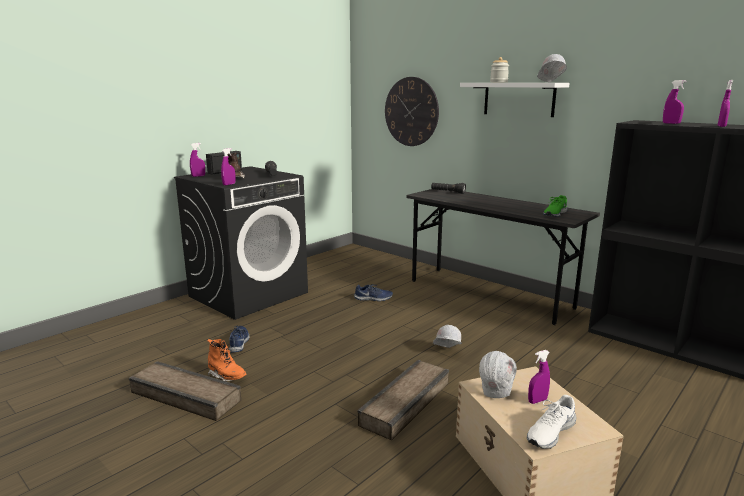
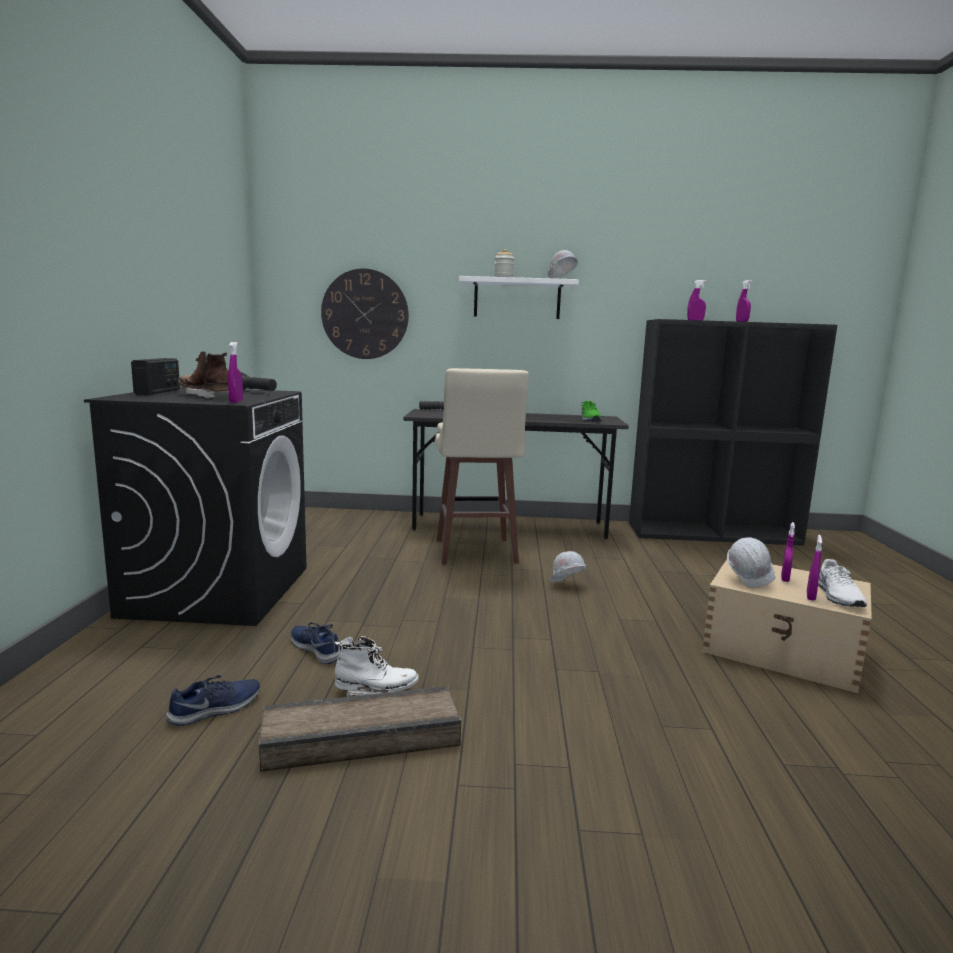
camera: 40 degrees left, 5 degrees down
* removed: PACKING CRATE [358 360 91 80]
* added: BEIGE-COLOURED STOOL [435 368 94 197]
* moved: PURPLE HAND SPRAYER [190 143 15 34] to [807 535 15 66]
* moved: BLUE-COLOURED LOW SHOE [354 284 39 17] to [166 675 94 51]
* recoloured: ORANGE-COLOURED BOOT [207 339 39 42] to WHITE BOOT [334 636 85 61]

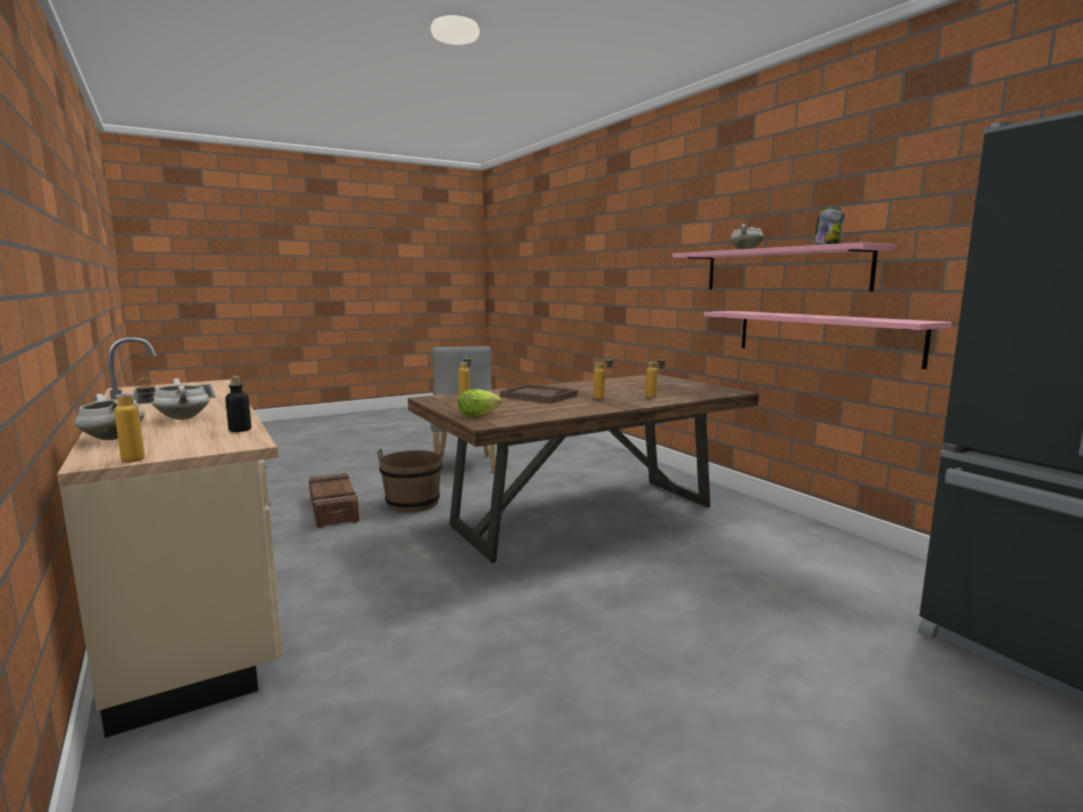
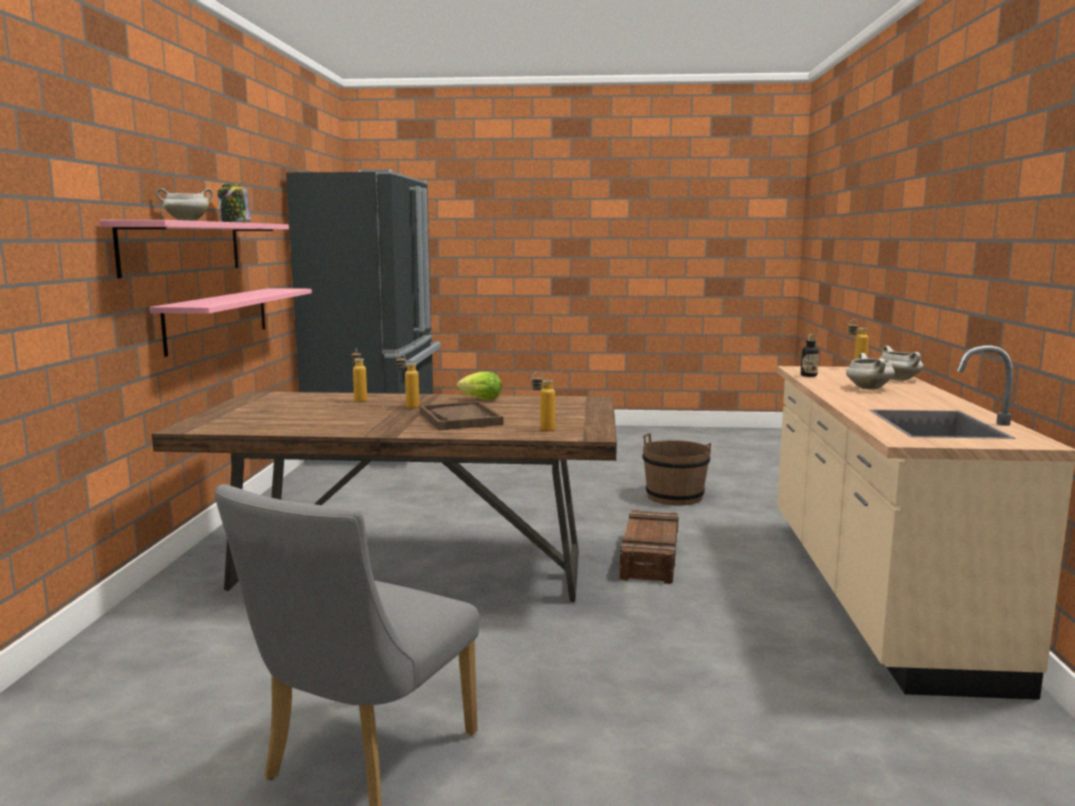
camera: 145 degrees left, 0 degrees up
* moved: PACKING CRATE [309 473 50 55] to [620 510 59 74]
* moved: BROWNISH BUCKET [377 448 66 64] to [642 433 69 72]
* moved: LETTUCE [458 389 43 27] to [457 372 45 28]

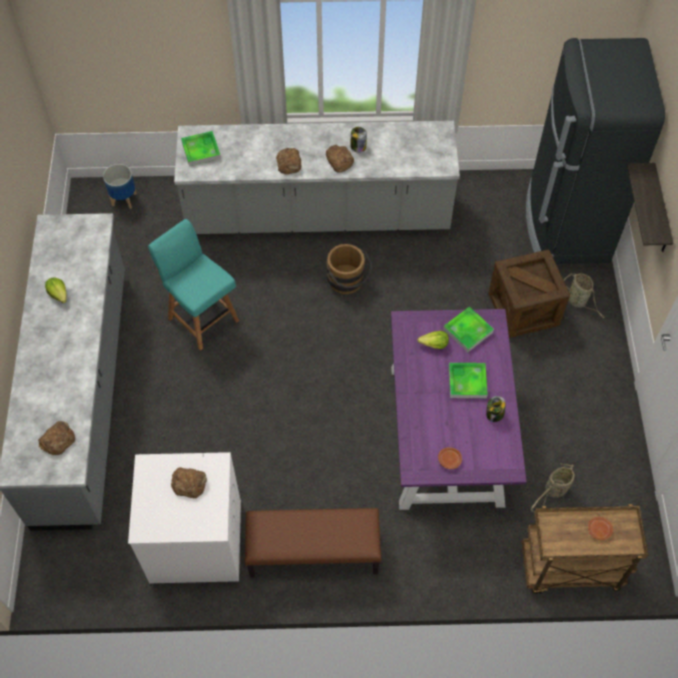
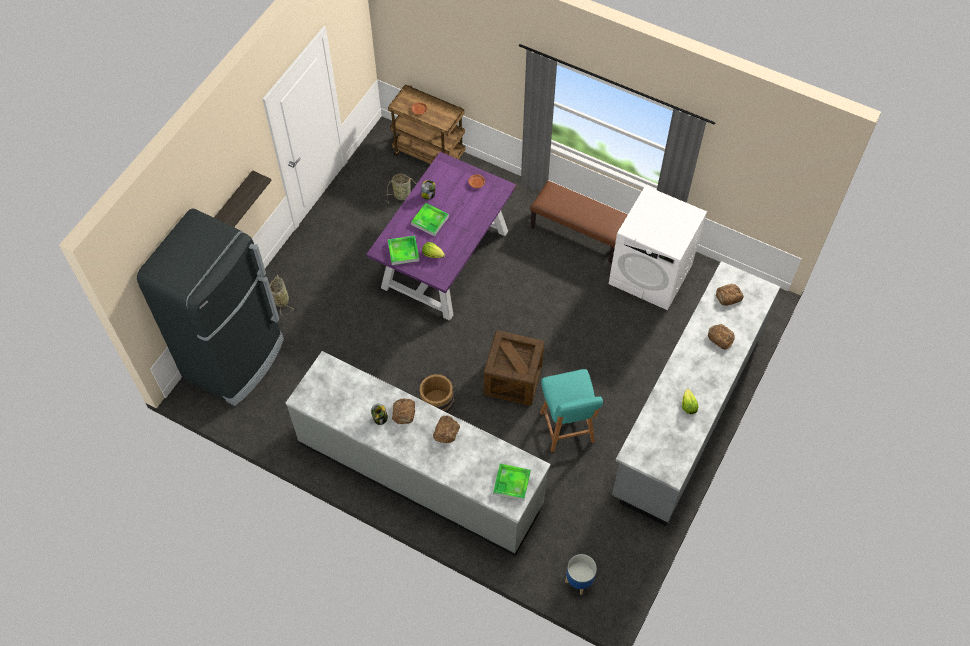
camera: 150 degrees left, 0 degrees up
* moved: BREAD [171 467 36 31] to [708 324 27 26]
* moved: PACKING CRATE [488 250 82 88] to [484 330 61 76]

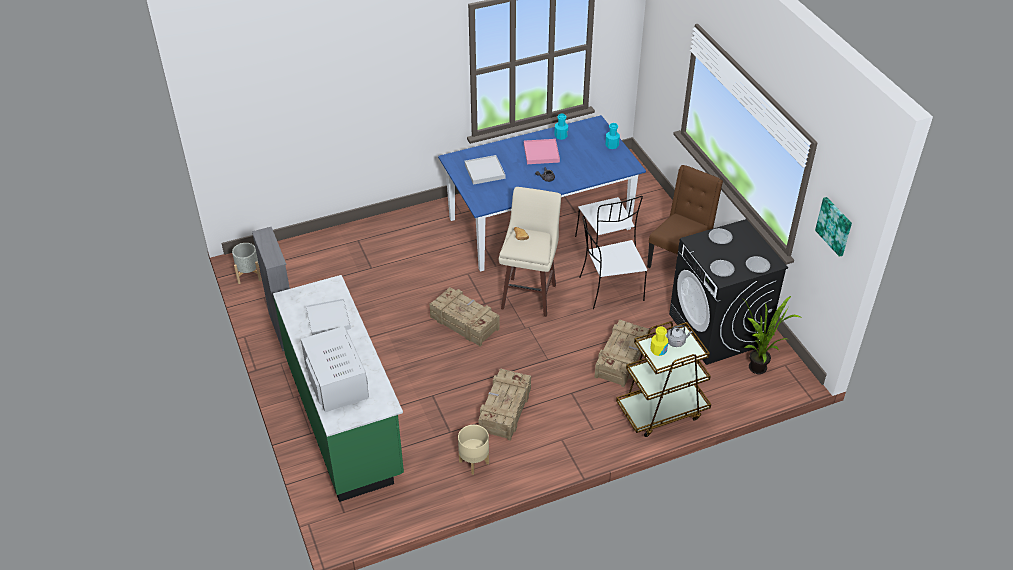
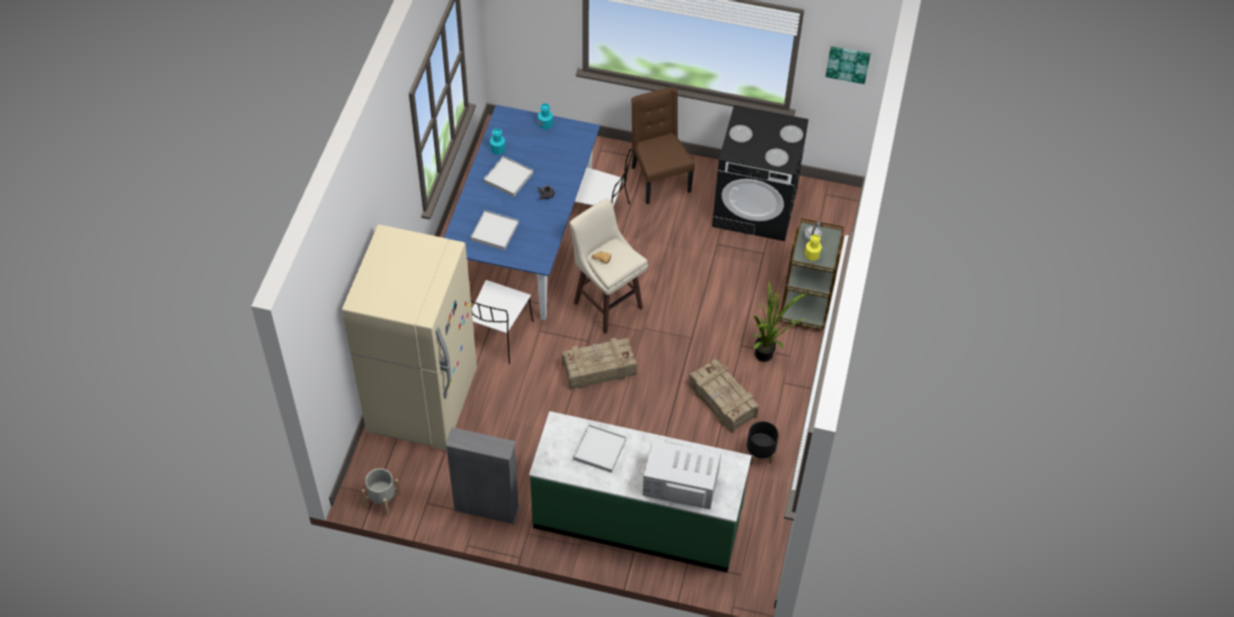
camera: 55 degrees left, 10 degrees up
* removed: PACKING CRATE [594 319 55 68]
* added: BEIGE-COLOURED FRIDGE [342 224 135 226]
* moved: WHITE PLAIN CHAIR [579 216 68 93] to [471 280 62 84]
* moved: POTTED PLANT [744 296 57 78] to [752 282 54 80]
* recoloured: BEIGE-COLOURED PLANTER [458 425 31 50] to BLACKISH PLANTER [747 421 32 44]
* recoloured: PINK TRAY [524 139 36 25] to WHITE TRAY [484 156 49 41]

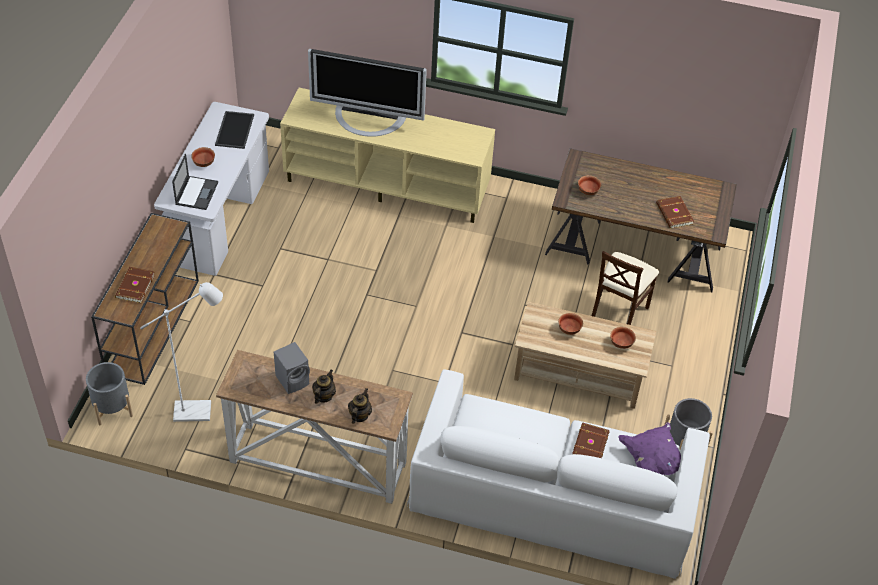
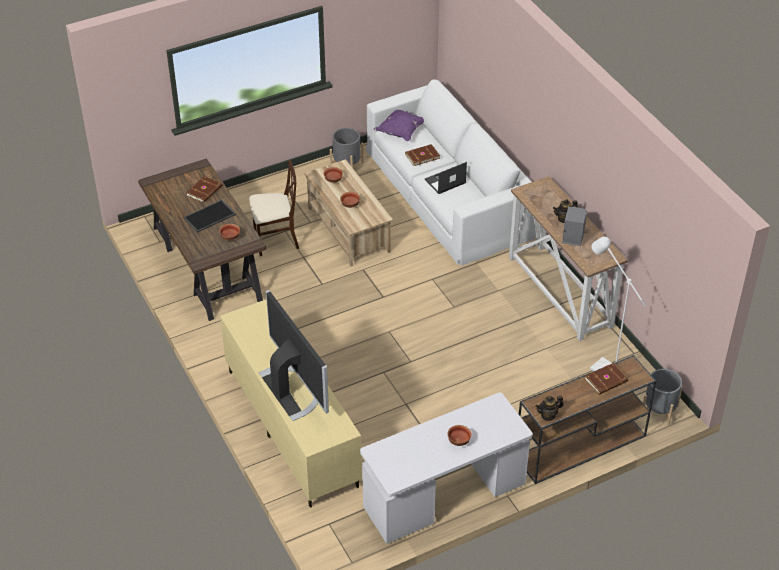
camera: 130 degrees left, 5 degrees down
* moved: NOTEBOOK COMPUTER [172 154 46 56] to [424 162 43 32]
* moved: TRAY [215 111 39 38] to [184 200 52 33]
* moved: POT FOR TEA [348 388 24 36] to [536 396 28 25]

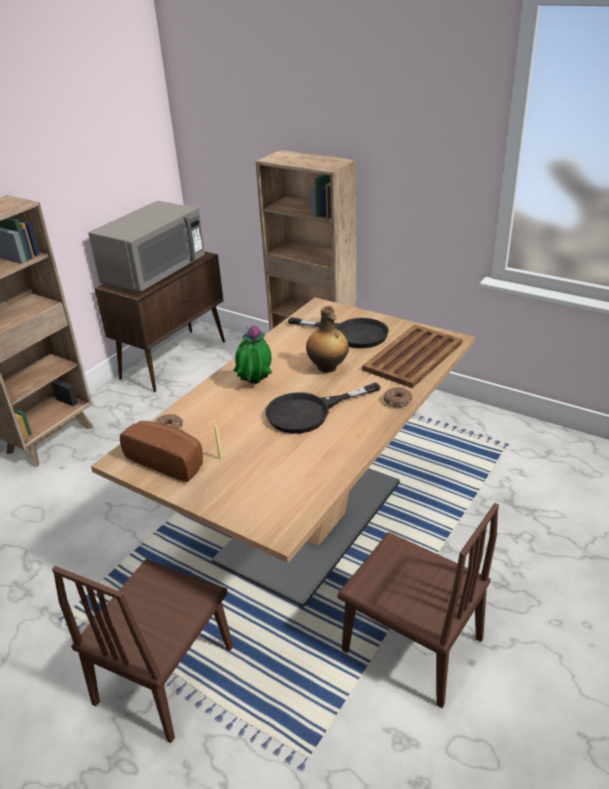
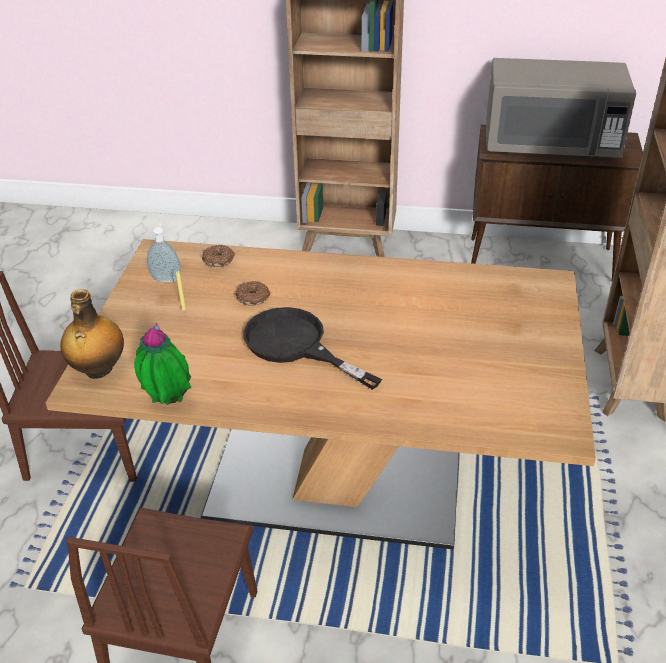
camera: 65 degrees right, 5 degrees up
* removed: BLACKISH FRYING PAN [288 317 101 31]
* removed: BROWNISH TRAY [362 325 100 63]
* moved: POTTED PLANT [233 325 39 59] to [134 323 57 82]
* moved: BOTTLE [306 306 43 67] to [60 289 64 90]
* moved: DONUT [384 387 28 20] to [235 281 35 24]
* replaced: BREAD [120 421 83 61] to SOAP DISPENSER [147 223 34 59]

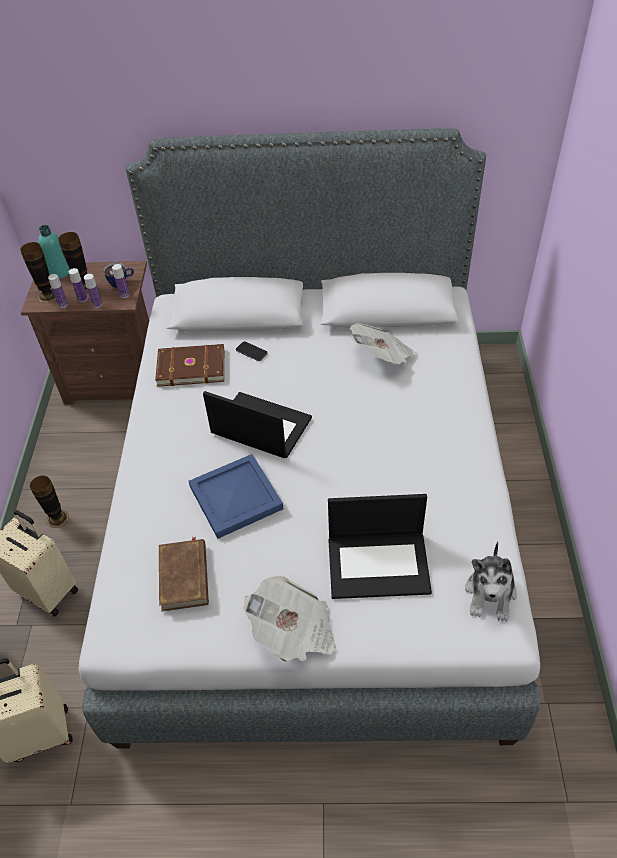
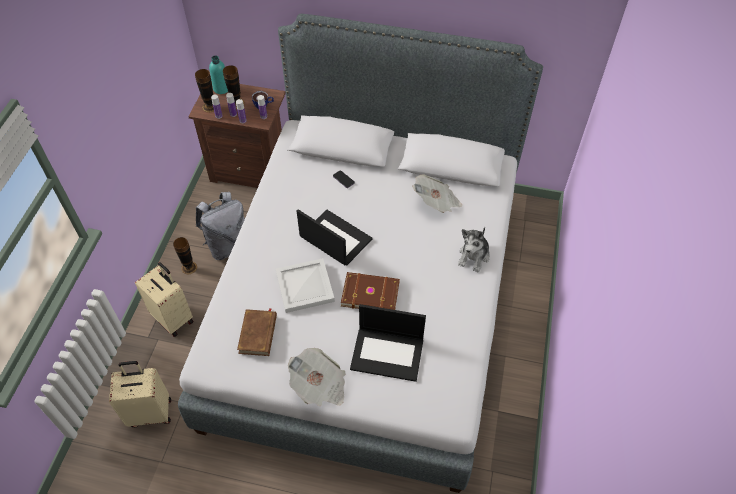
camera: 10 degrees right, 5 degrees up
* added: GRAY RUCKSACK [196 192 49 68]
* moved: BROWNISH VOLUME [155 344 69 43] to [341 272 59 38]
* moved: SOFT TOY [465 542 52 80] to [458 227 32 46]
* recoloured: BLUE-COLOURED TRAY [188 454 96 85] to WHITE TRAY [276 258 59 55]

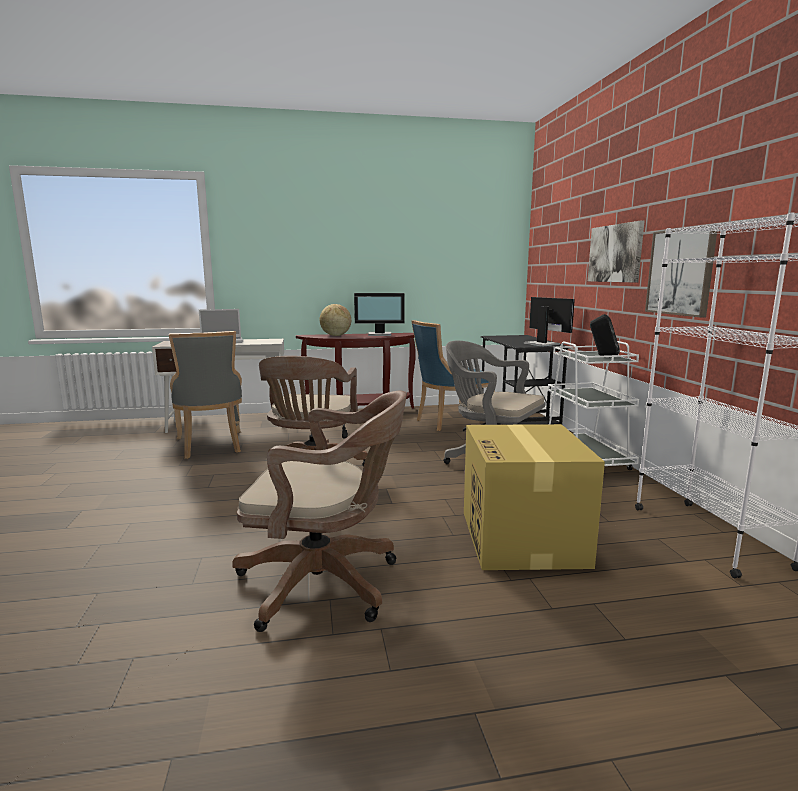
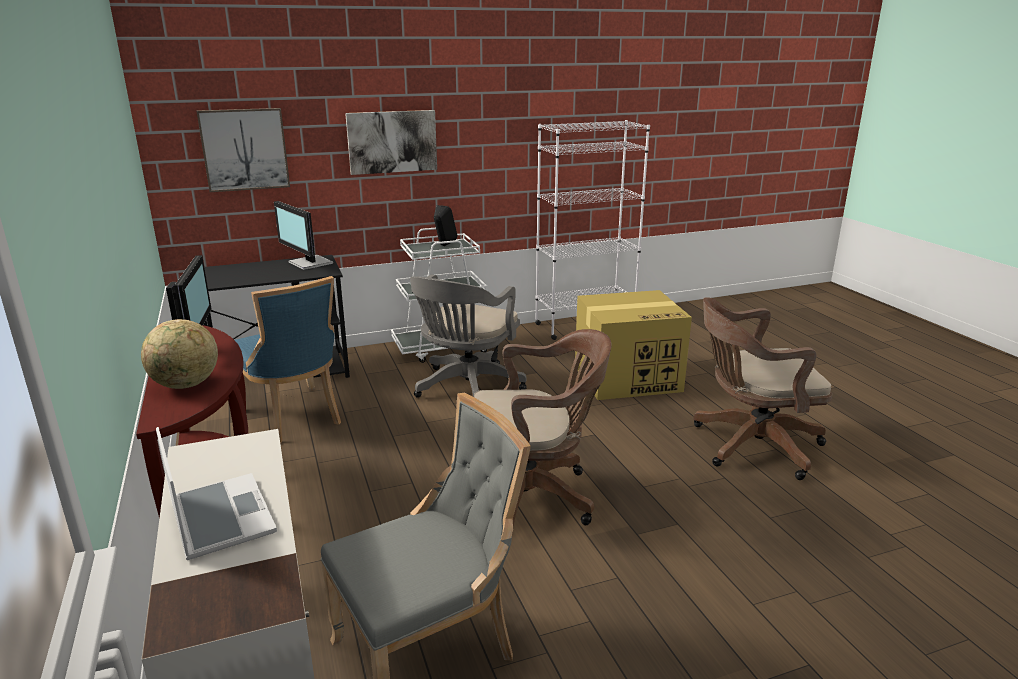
camera: 100 degrees left, 10 degrees up
* moved: WALL PICTURE [645 225 72 92] to [196 108 94 84]
* turned: BROWNISH DESK CHAIR [232 391 175 241] = [693 297 139 183] 90 degrees counterclockwise
* turned: COMPUTER DISPLAY [524 297 51 50] = [274 201 59 69] 90 degrees counterclockwise

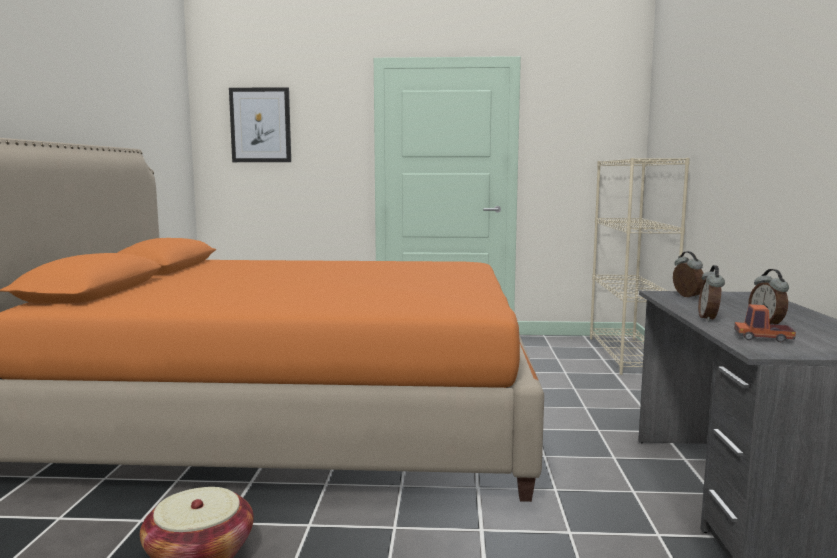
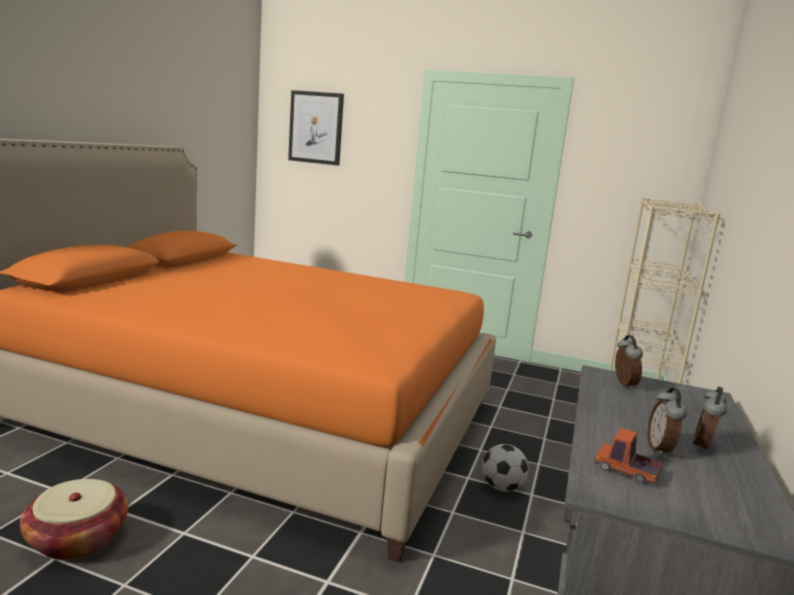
camera: 15 degrees right, 5 degrees up
* added: FOOTBALL [482 444 47 48]
* moved: TABLE CLOCK [698 265 27 57] to [693 386 34 65]

